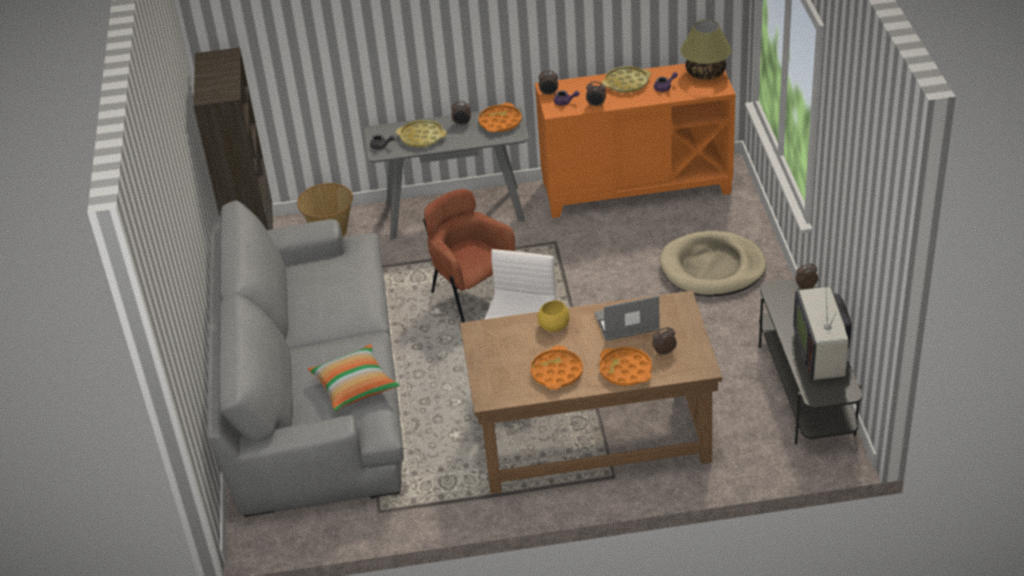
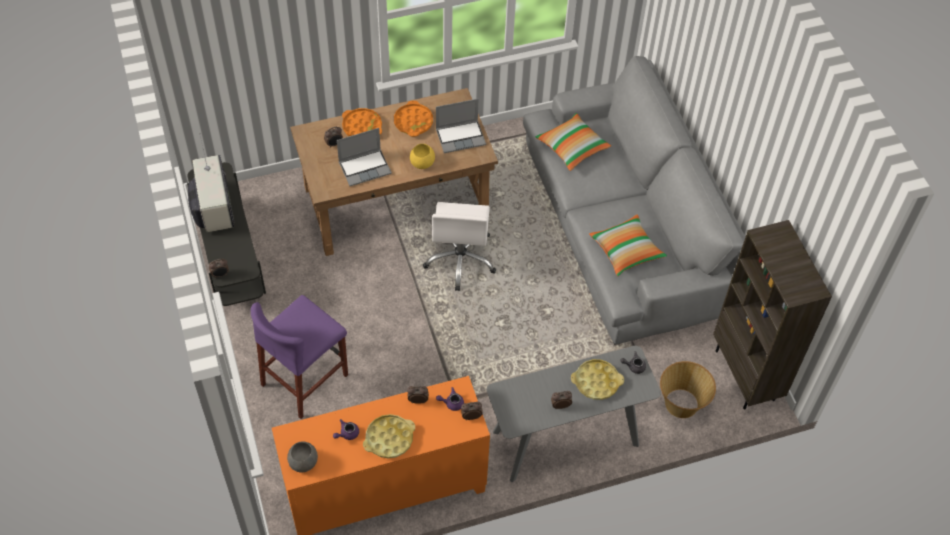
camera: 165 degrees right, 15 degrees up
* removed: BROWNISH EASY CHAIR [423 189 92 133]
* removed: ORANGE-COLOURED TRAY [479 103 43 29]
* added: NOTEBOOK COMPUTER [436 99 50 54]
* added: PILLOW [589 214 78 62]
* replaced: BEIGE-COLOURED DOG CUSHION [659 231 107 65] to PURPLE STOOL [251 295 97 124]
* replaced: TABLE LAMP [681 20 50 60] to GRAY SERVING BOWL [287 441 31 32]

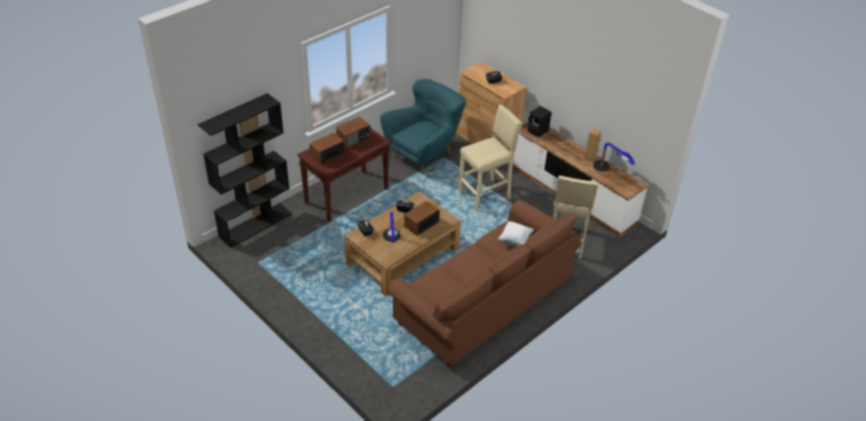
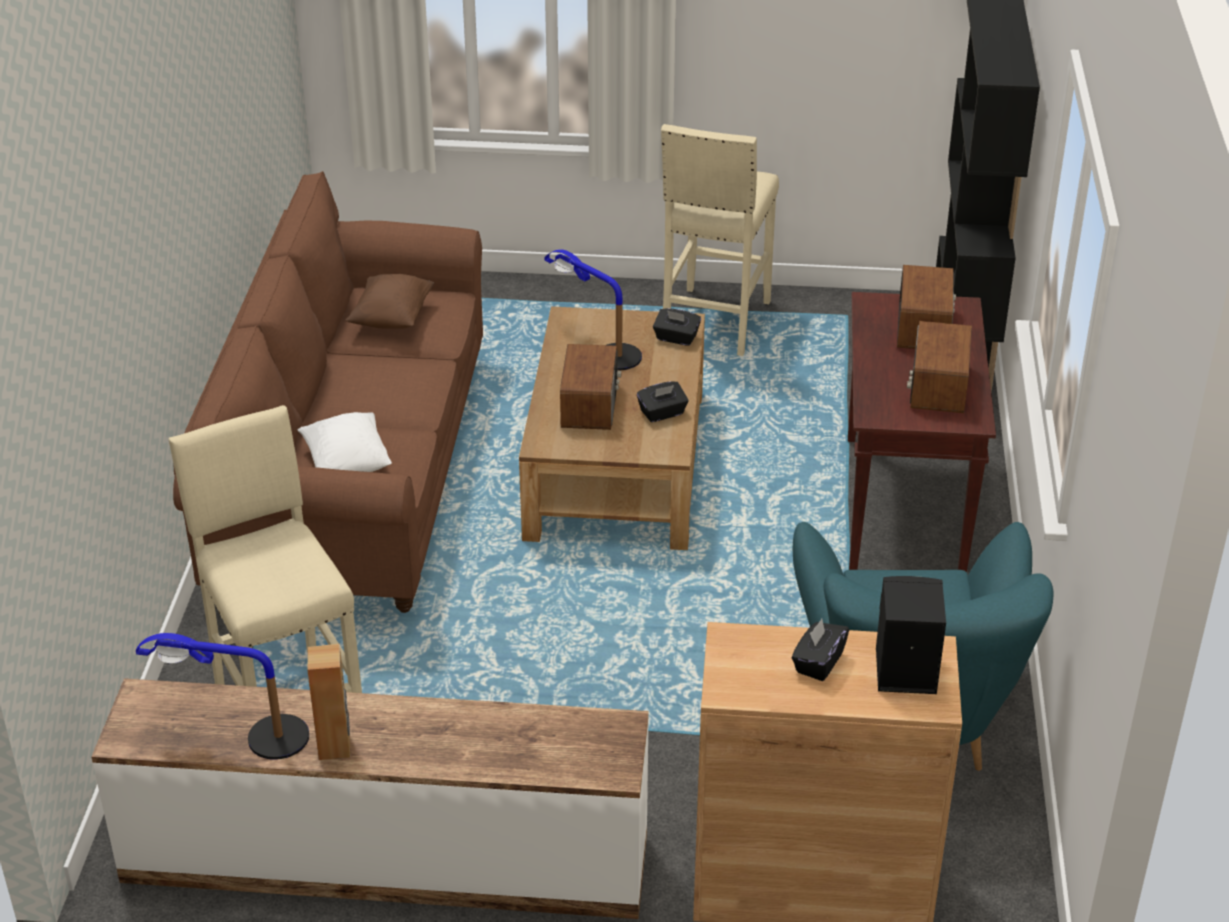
camera: 140 degrees right, 5 degrees down
* added: BROWNISH PILLOW [346 274 88 55]
* moved: BEIGE-COLOURED STOOL [458 104 64 107] to [661 124 118 232]
* moved: BLACKISH SPEAKER [528 106 24 31] to [876 576 70 118]

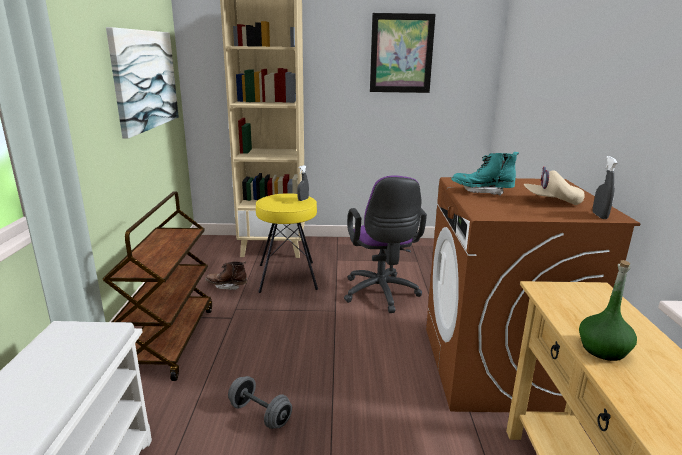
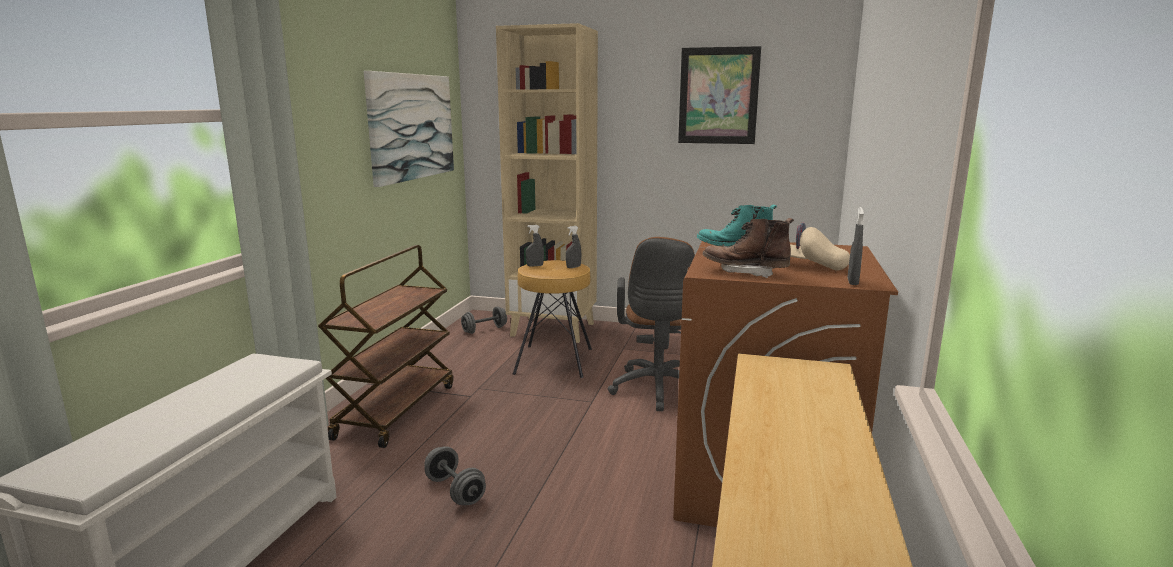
camera: 15 degrees right, 5 degrees down
* removed: GREEN BOTTLE [579 260 58 101]
* added: GRAY HAND WEIGHT [461 307 46 27]
* added: GRAY HAND SPRAYER [526 225 18 42]
* moved: BROWNISH BOOT [205 261 42 29] to [702 218 92 60]
* recoloured: YELLOW-COLOURED STOOL [256 193 62 100] to BROWNISH STOOL [513 260 79 118]
* recoloured: PURPLE DESK CHAIR [344 176 83 137] to BROWNISH DESK CHAIR [608 237 87 174]

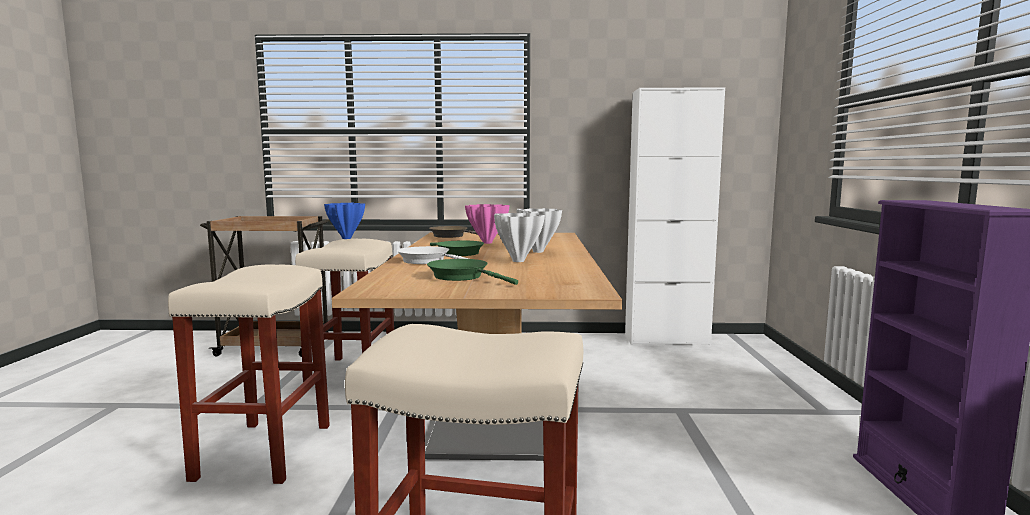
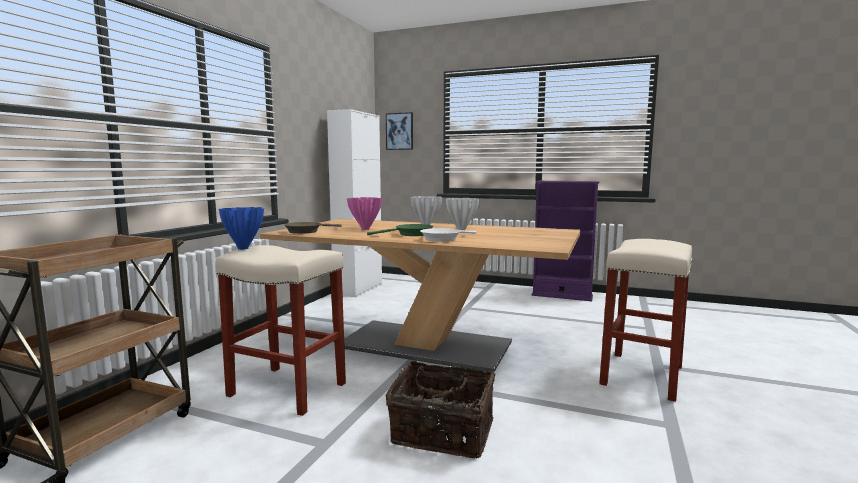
camera: 70 degrees left, 0 degrees up
* removed: GREEN FRYING PAN [427 259 91 26]
* added: WALL PICTURE [386 112 27 38]
* replaced: BEIGE-COLOURED STOOL [168 264 162 220] to BASKET [386 361 109 97]

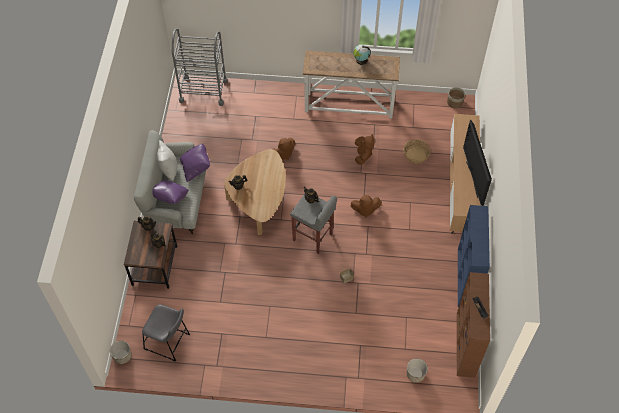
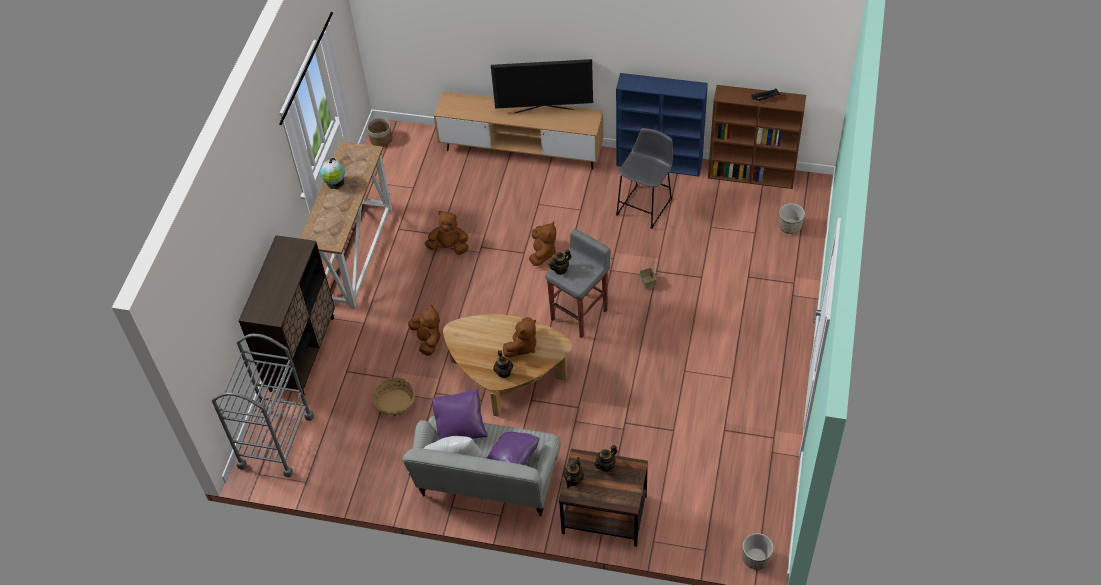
camera: 80 degrees left, 5 degrees down
* added: BROWNISH STORAGE CABINET [239 235 96 161]
* added: BROWNISH SOFT TOY [503 317 33 40]
* moved: GRAY STOOL [142 304 48 58] to [616 128 57 101]
* moved: BASKET [403 139 27 25] to [372 378 43 39]

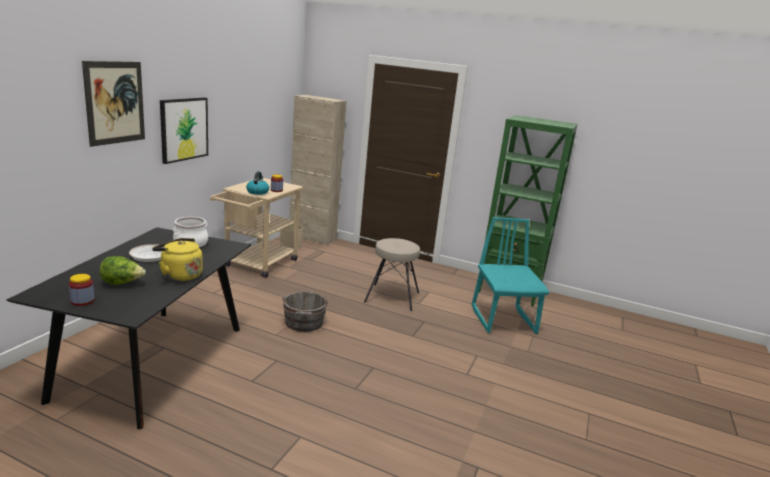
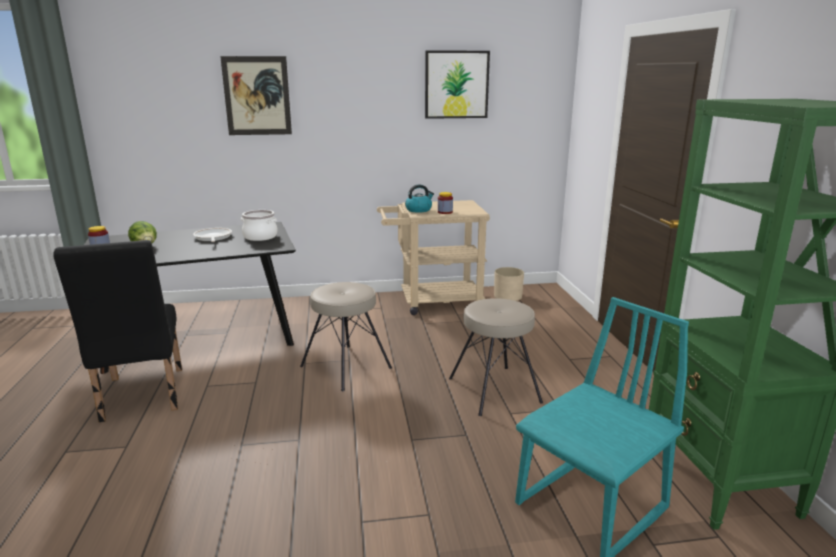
camera: 60 degrees right, 0 degrees up
* removed: YELLOW-COLOURED WATER KETTLE [152 238 51 43]
* removed: BEIGE-COLOURED STORAGE CABINET [290 95 56 150]
* added: BLACKISH PLAIN CHAIR [53 240 129 182]
* moved: WALL PICTURE [160 97 48 67] to [425 50 65 69]
* replaced: GRAY BUCKET [282 291 46 41] to BEIGE-COLOURED STOOL [300 282 92 109]

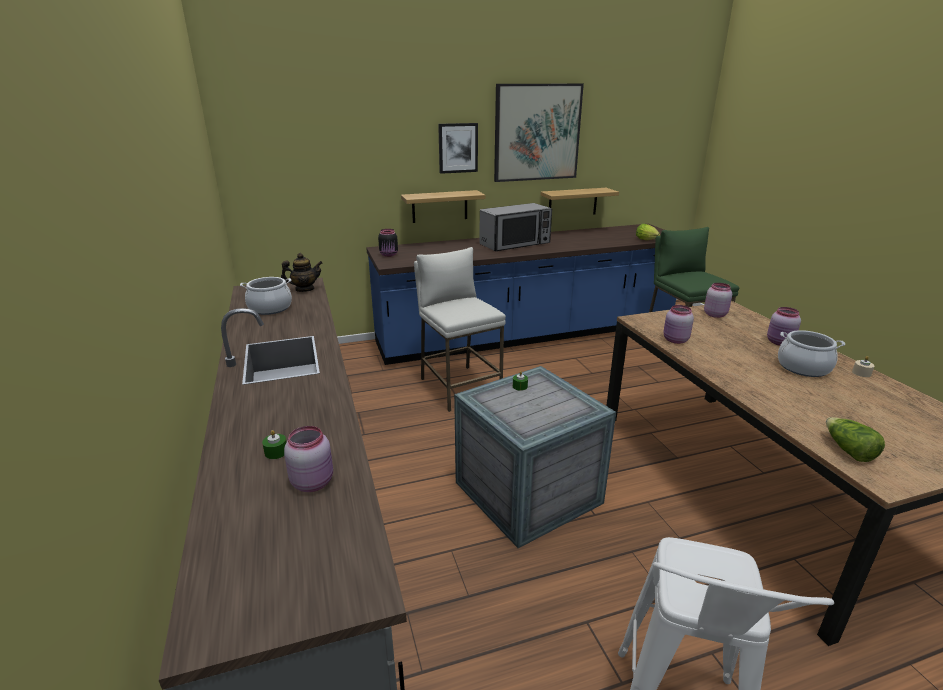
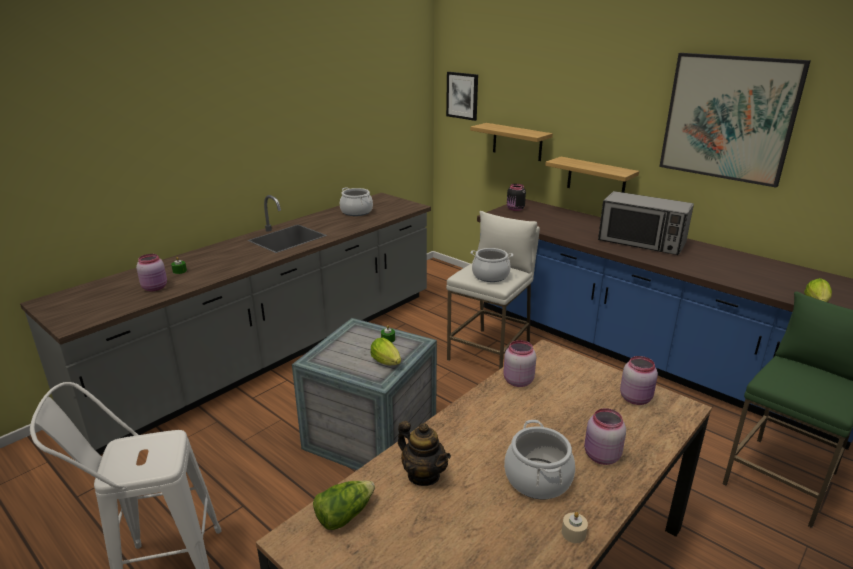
camera: 60 degrees right, 0 degrees up
* added: LETTUCE [371 337 30 28]
* added: COOKING POT [471 248 42 34]
* moved: POT FOR TEA [281 253 42 39] to [398 421 53 65]
* moved: WALL PICTURE [438 123 40 51] to [446 72 32 49]
* moved: WALL SHELF [541 188 78 26] to [470 123 83 38]

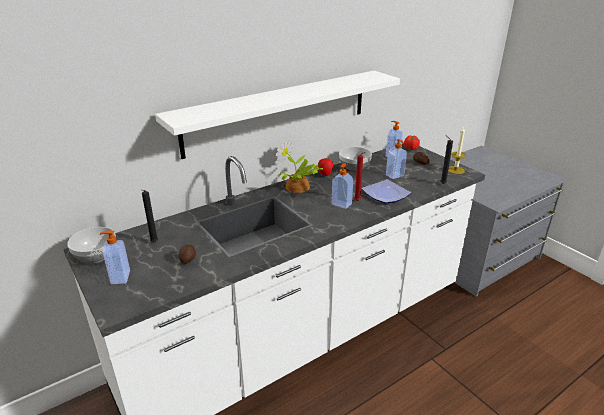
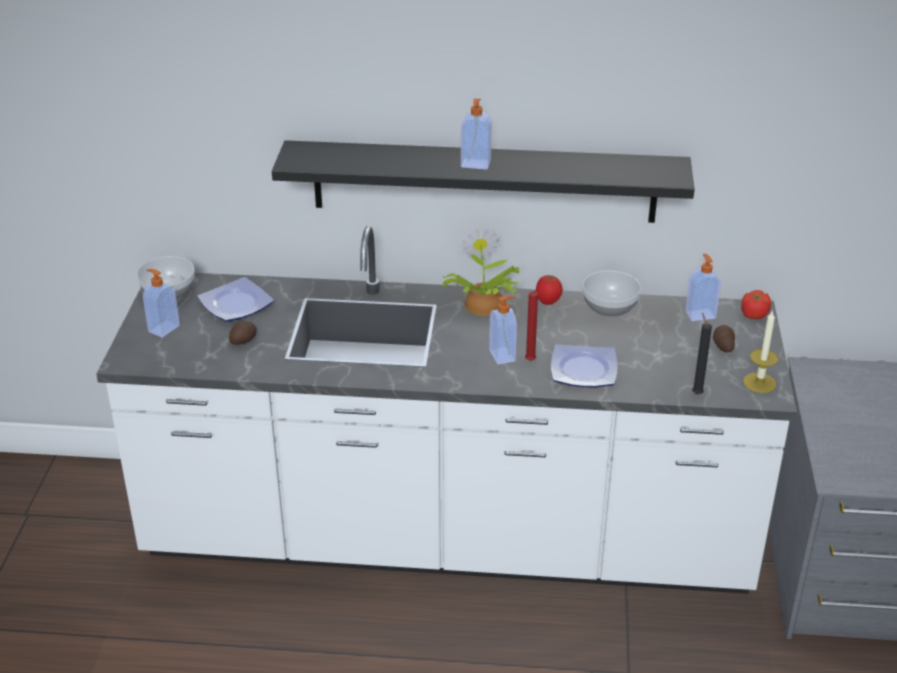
camera: 40 degrees right, 5 degrees up
* moved: SOAP DISPENSER [386 139 21 40] to [461 99 31 70]
* replaced: BLACKISH CANDLE [142 190 16 52] to DINNER PLATE [197 277 77 45]
* recoloured: WHITE WALL SHELF [155 71 245 88] to BLACKISH WALL SHELF [272 140 423 83]

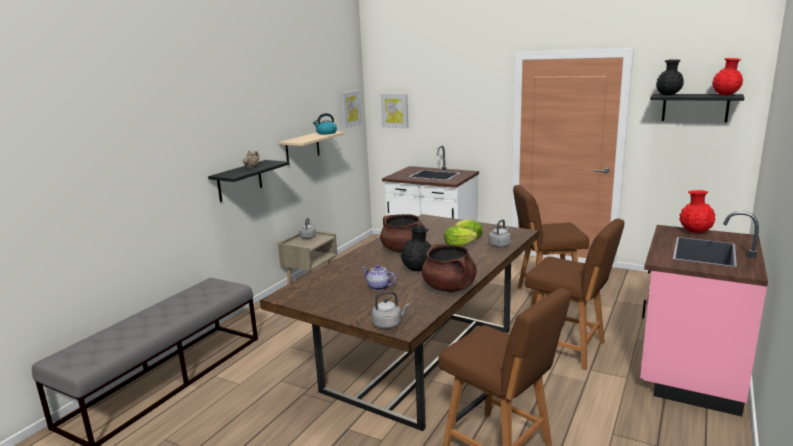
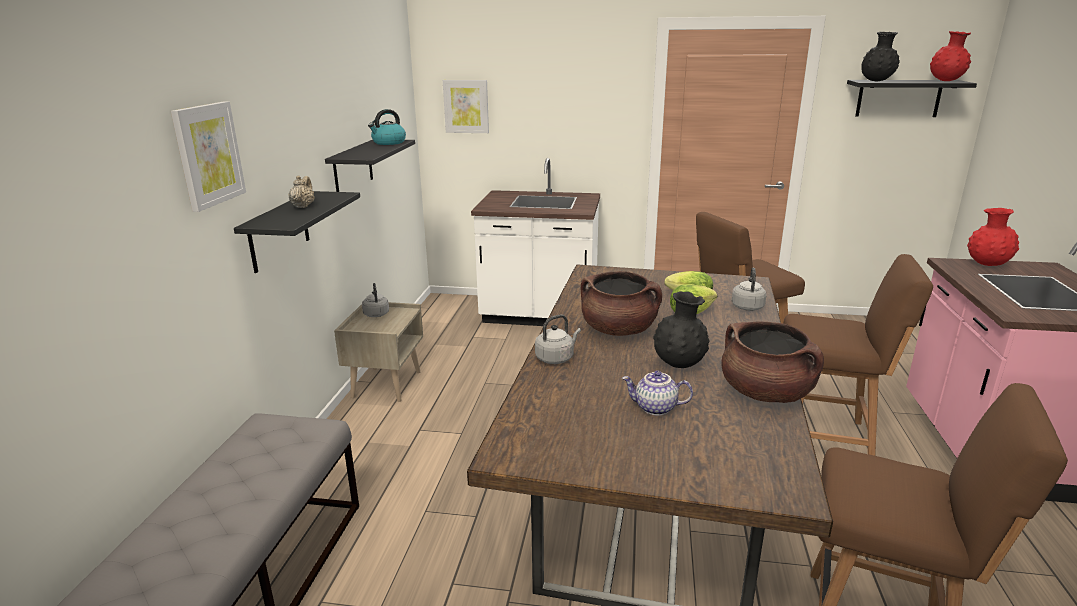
camera: 20 degrees left, 5 degrees up
* moved: WALL PICTURE [341 90 20 38] to [171 101 75 111]
* moved: GRAY WATER KETTLE [372 291 37 38] to [535 314 46 50]
* recoloured: BEIGE-COLOURED WALL SHELF [279 131 66 31] to BLACKISH WALL SHELF [325 140 90 52]

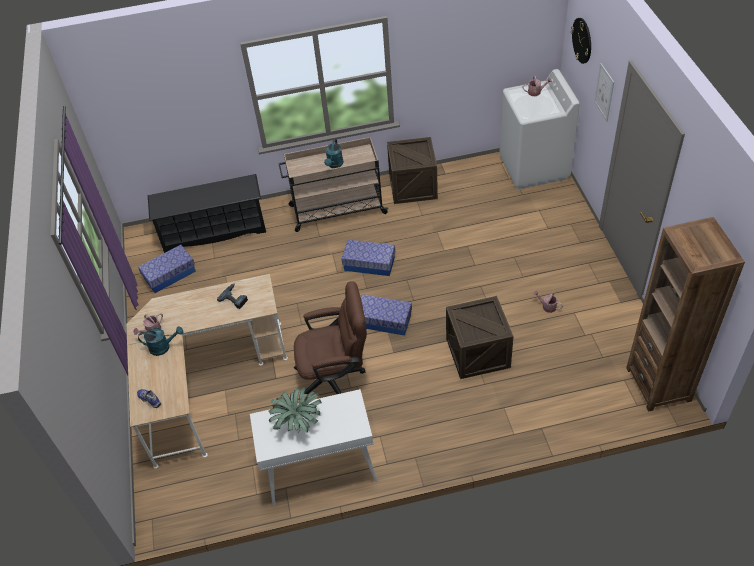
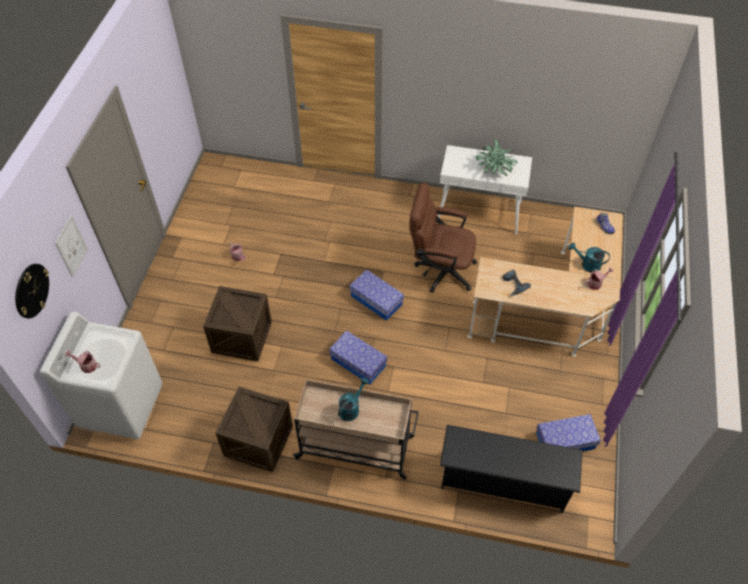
camera: 160 degrees left, 5 degrees up
* removed: BROWNISH BOOKCASE [626 217 119 195]
* moved: PACKING CRATE [446 296 68 83] to [203 286 69 75]

